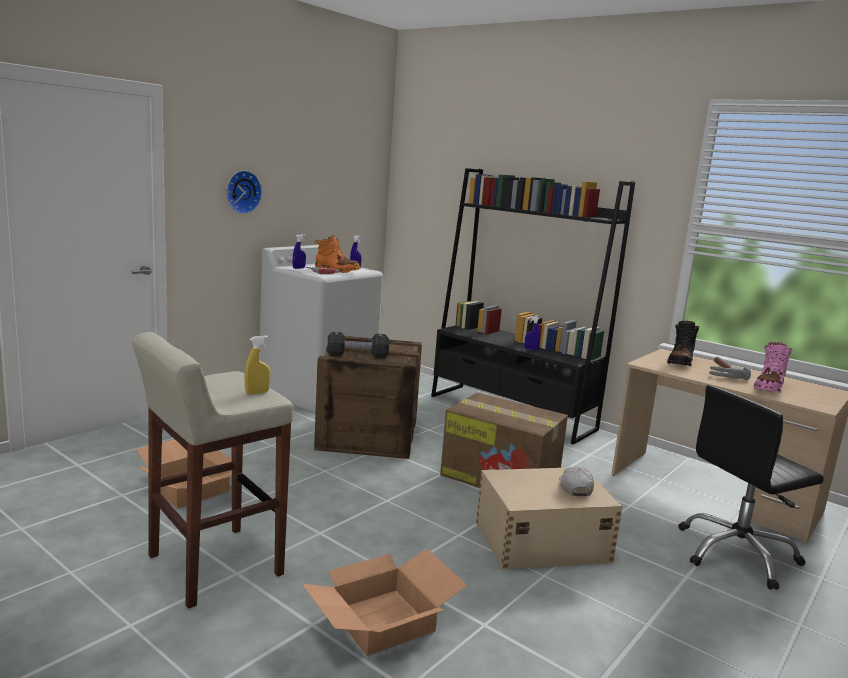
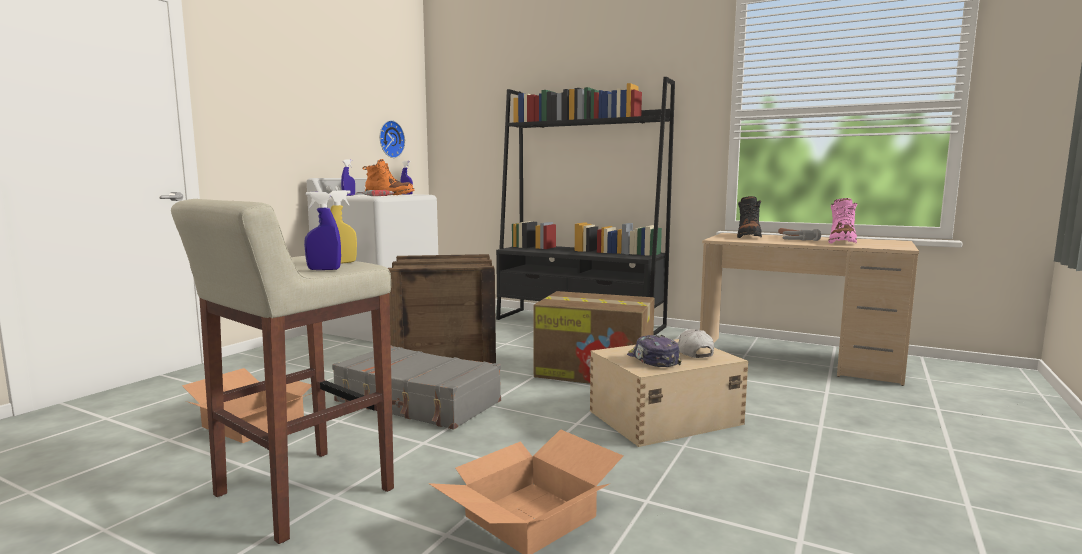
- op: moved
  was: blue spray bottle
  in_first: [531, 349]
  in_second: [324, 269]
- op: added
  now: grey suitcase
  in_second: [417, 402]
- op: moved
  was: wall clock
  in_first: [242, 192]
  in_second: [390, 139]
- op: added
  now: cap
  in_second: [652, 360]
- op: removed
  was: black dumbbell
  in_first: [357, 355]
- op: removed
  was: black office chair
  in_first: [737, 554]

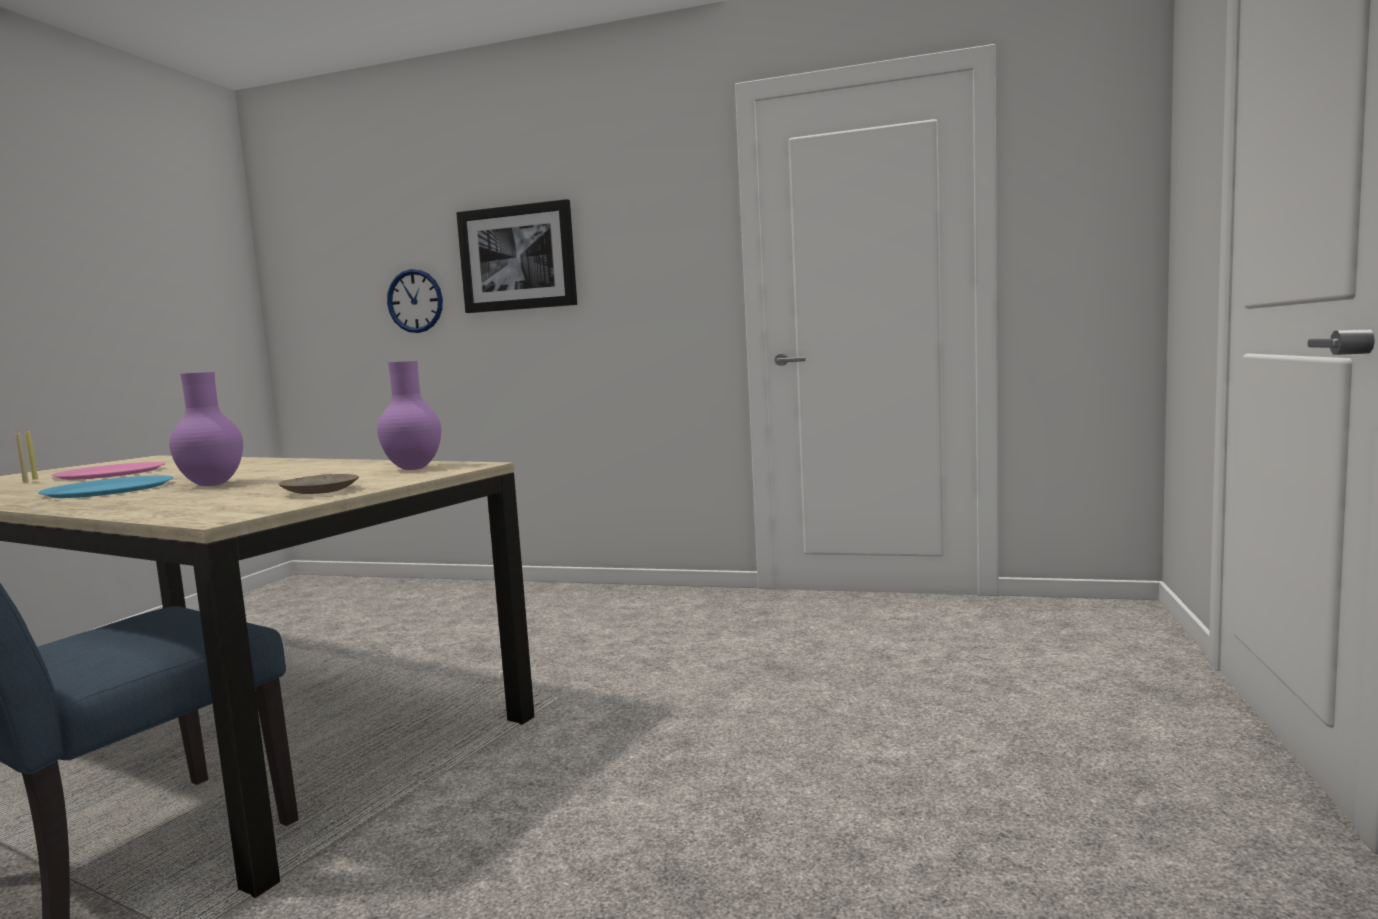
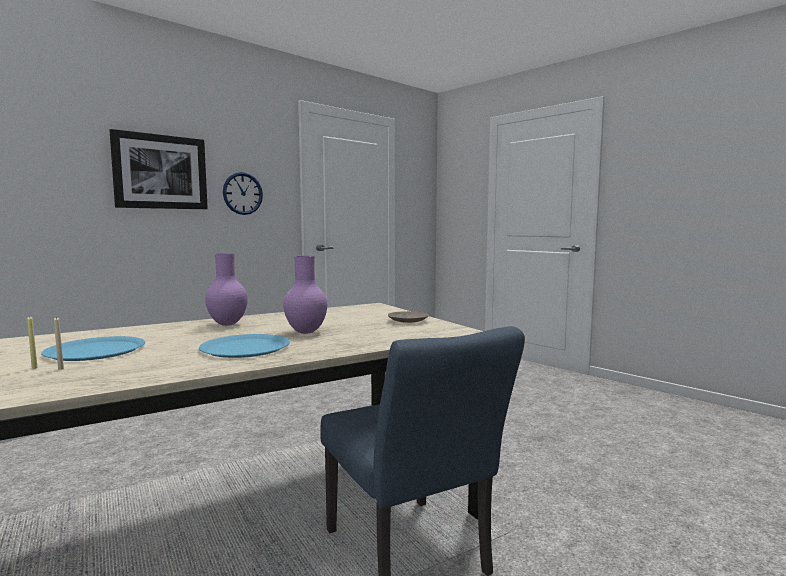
- op: recoloured
  was: pink plate
  now: blue plate
  in_first: [111, 473]
  in_second: [96, 350]
- op: moved
  was: purple vase
  in_first: [412, 469]
  in_second: [228, 324]
- op: moved
  was: wall clock
  in_first: [415, 301]
  in_second: [242, 193]

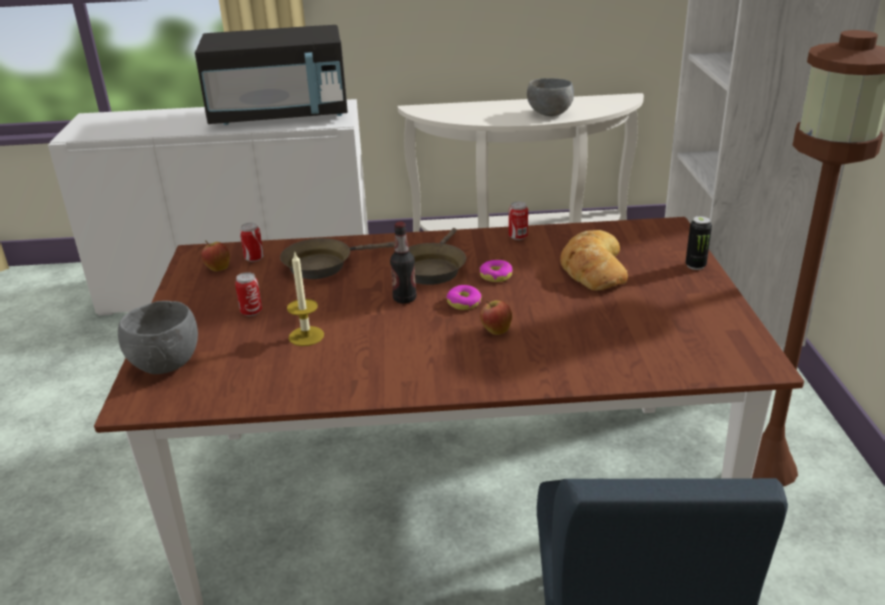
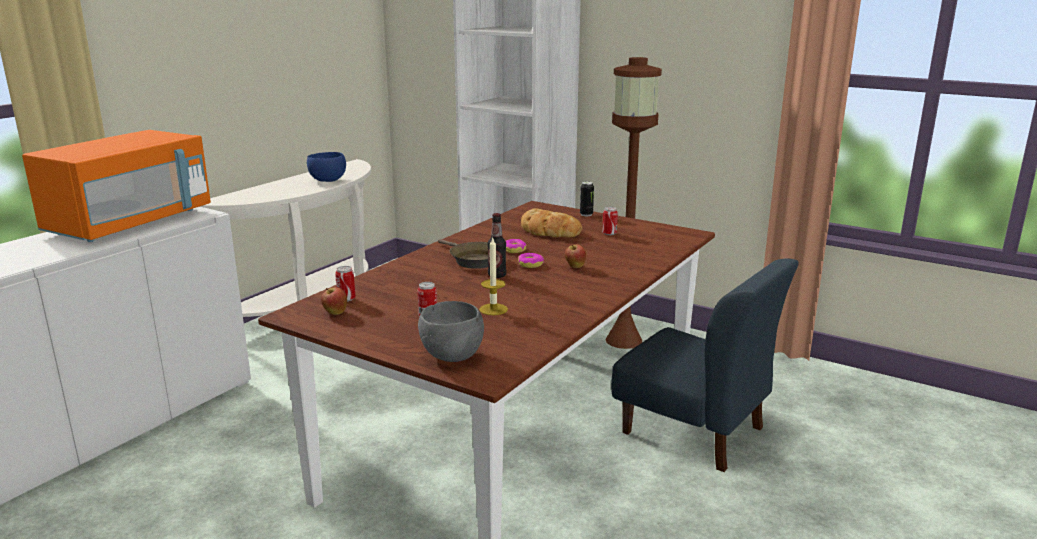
- op: recoloured
  was: black microwave
  now: orange microwave
  in_first: [280, 115]
  in_second: [131, 223]
- op: recoloured
  was: grey bowl
  now: blue bowl
  in_first: [550, 114]
  in_second: [328, 181]
- op: moved
  was: can
  in_first: [518, 237]
  in_second: [609, 233]
- op: removed
  was: brown frying pan
  in_first: [323, 265]

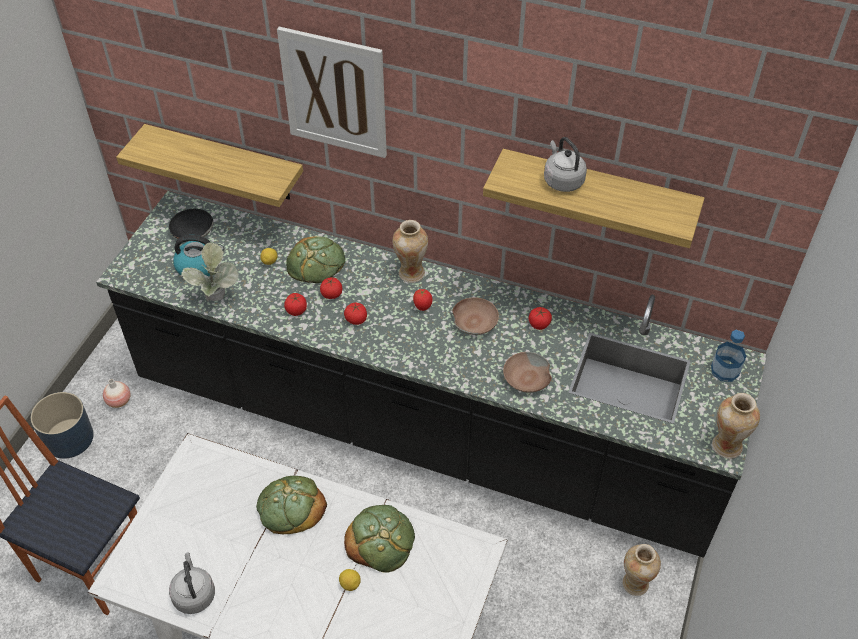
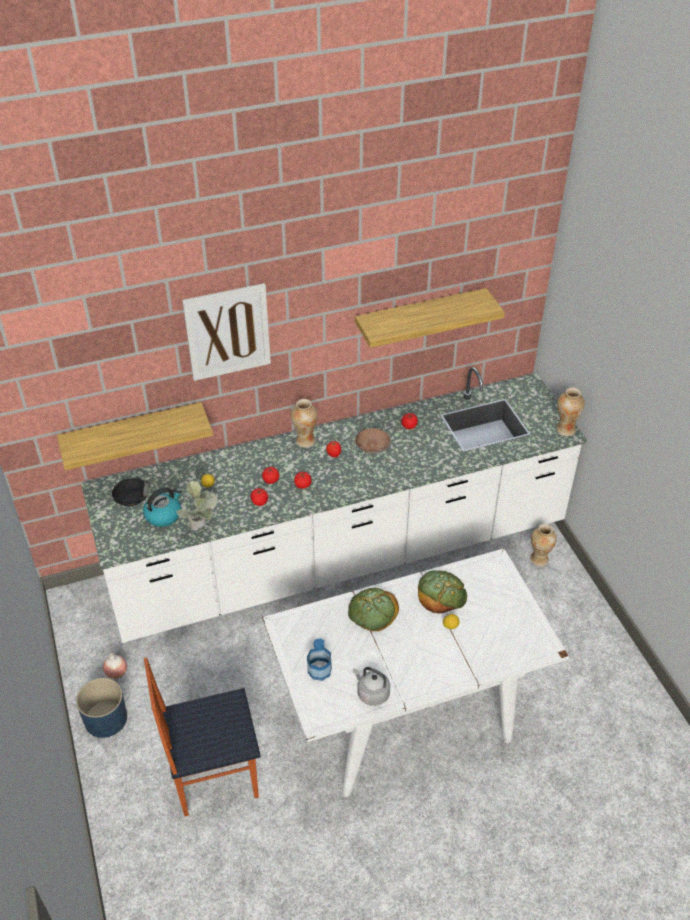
- op: recoloured
  was: black counter
  now: white counter
  in_first: [429, 429]
  in_second: [345, 554]
- op: moved
  was: bottle
  in_first: [725, 370]
  in_second: [319, 670]
- op: removed
  was: bread
  in_first: [316, 263]
- op: removed
  was: brown bowl
  in_first: [526, 379]
- op: removed
  was: grey kettle
  in_first: [562, 180]

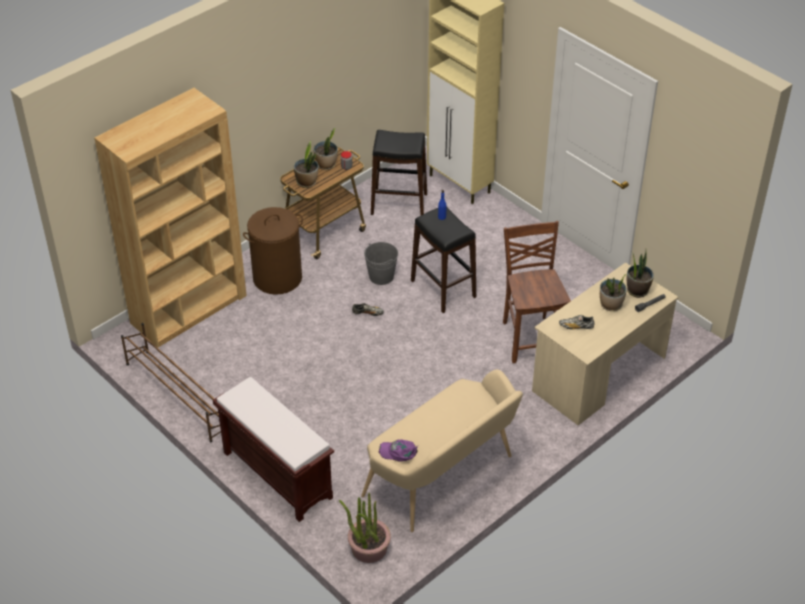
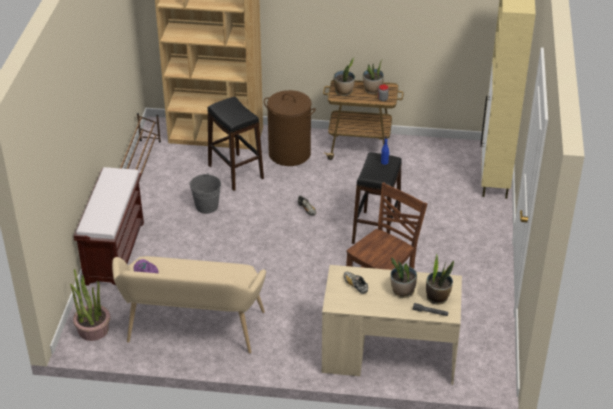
- op: moved
  was: grey bucket
  in_first: [381, 276]
  in_second: [207, 206]
- op: moved
  was: black stool
  in_first: [399, 204]
  in_second: [236, 172]

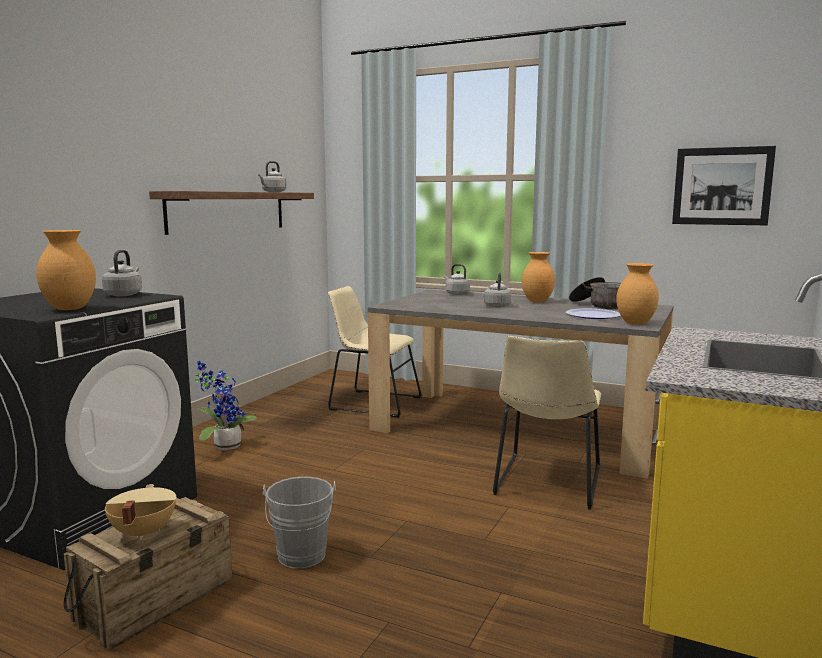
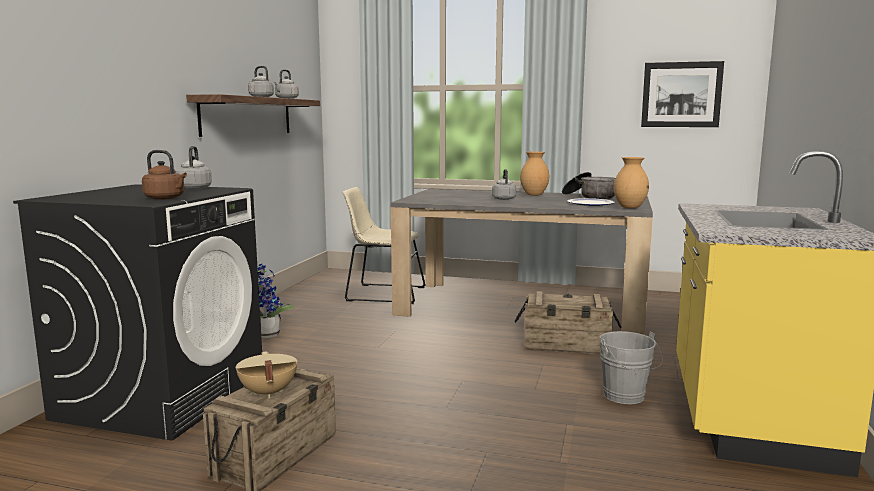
- op: replaced
  was: brown vase
  now: brown kettle
  in_first: [71, 309]
  in_second: [166, 198]
- op: moved
  was: grey kettle
  in_first: [456, 293]
  in_second: [260, 97]
- op: replaced
  was: beige chair
  now: crate
  in_first: [547, 483]
  in_second: [566, 345]
- op: moved
  was: grey bucket
  in_first: [301, 558]
  in_second: [626, 397]

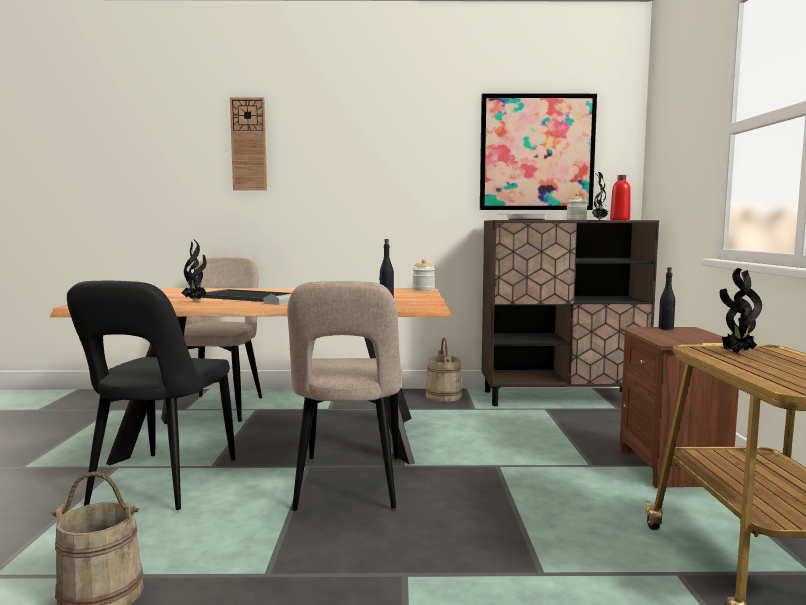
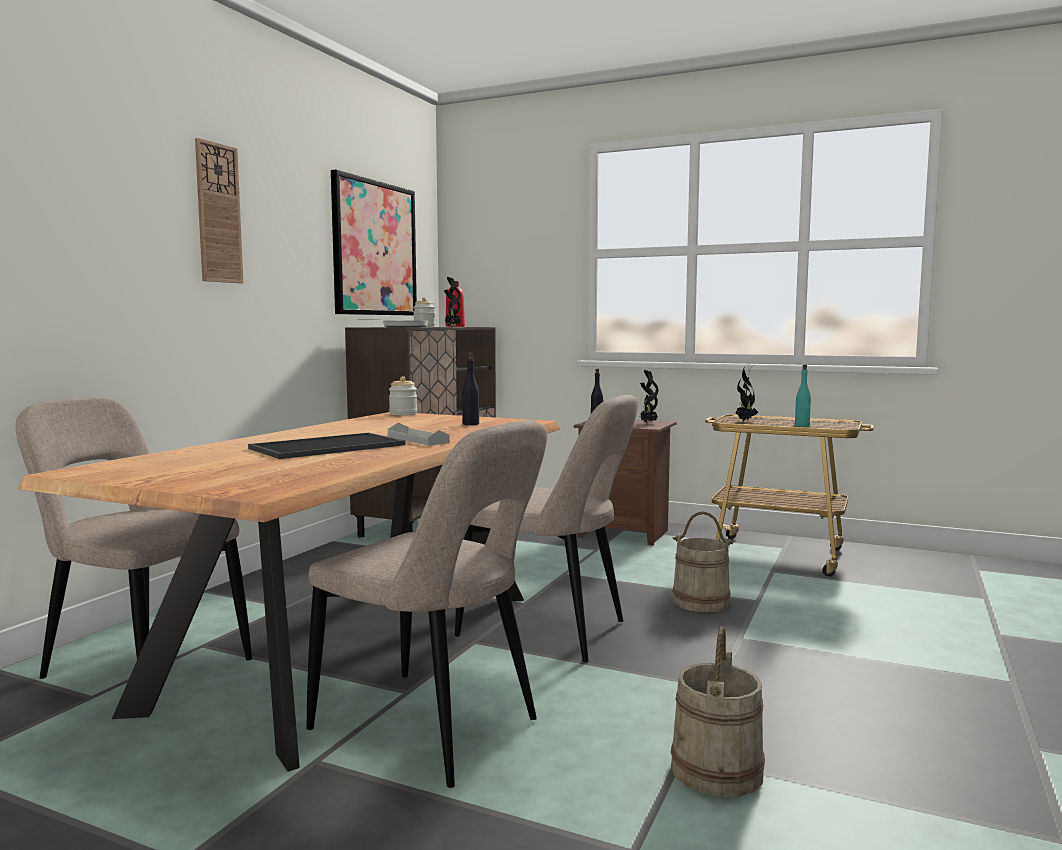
- op: moved
  was: wall clock
  in_first: [248, 144]
  in_second: [218, 213]
- op: recoloured
  was: black chair
  now: beige chair
  in_first: [160, 484]
  in_second: [433, 729]
- op: moved
  was: potted plant
  in_first: [196, 301]
  in_second: [648, 423]
- op: moved
  was: beige bucket
  in_first: [443, 396]
  in_second: [700, 602]
- op: added
  now: turquoise bottle
  in_second: [802, 426]

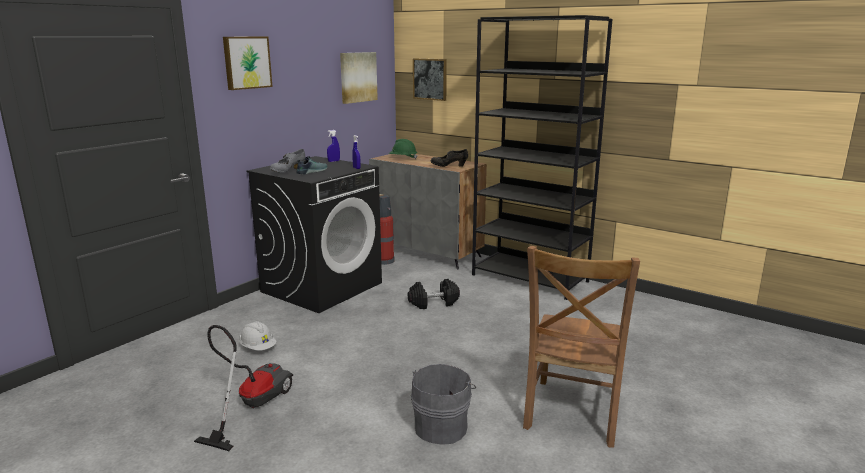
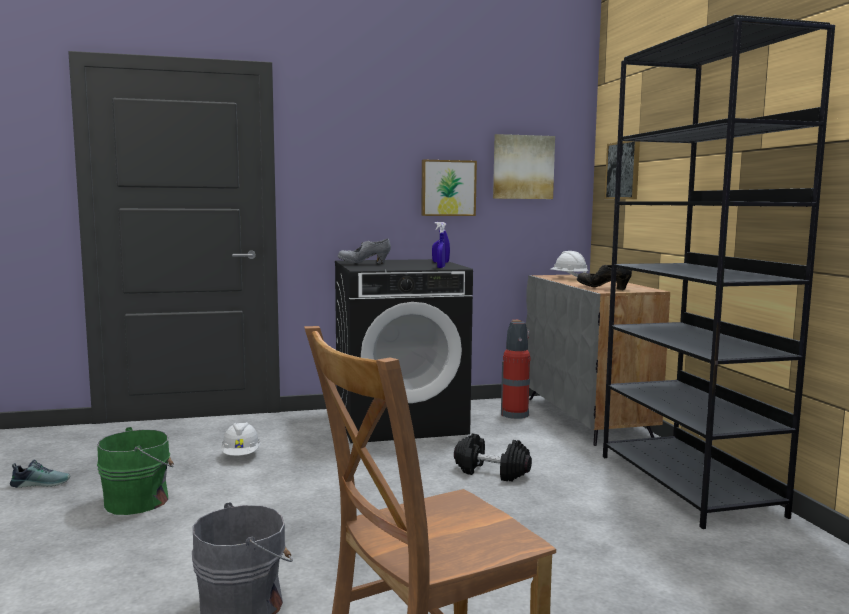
- op: moved
  was: shoe
  in_first: [311, 171]
  in_second: [41, 483]
- op: replaced
  was: vacuum cleaner
  now: green bucket
  in_first: [251, 405]
  in_second: [140, 501]
- op: moved
  was: picture
  in_first: [246, 62]
  in_second: [448, 188]
- op: recoloured
  was: green hard hat
  now: white hard hat
  in_first: [402, 158]
  in_second: [568, 278]

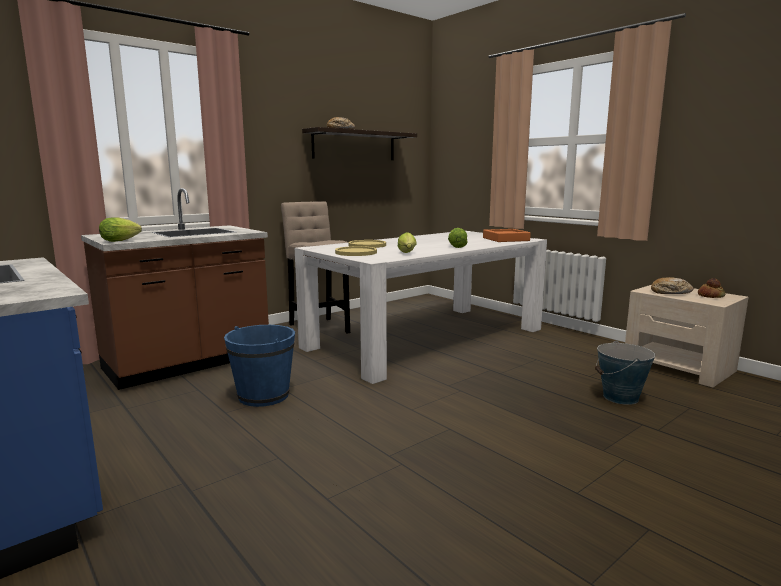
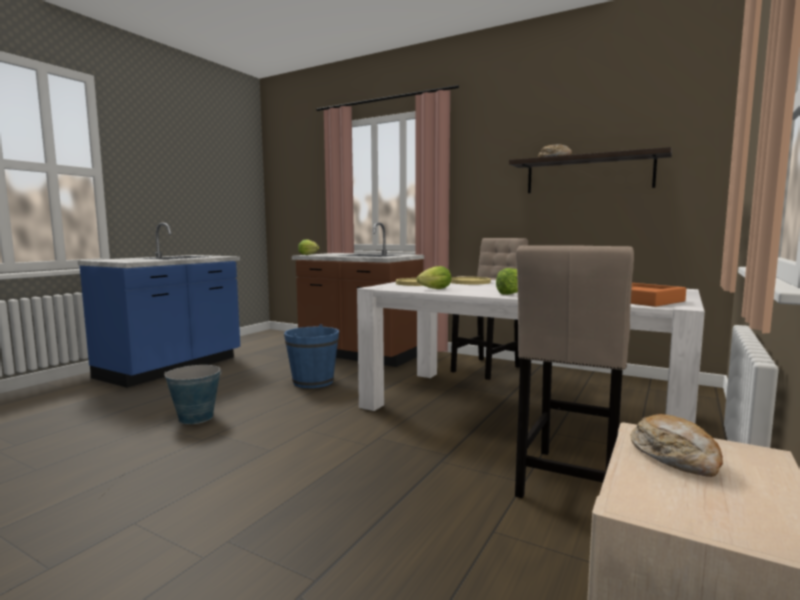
- op: moved
  was: bucket
  in_first: [620, 397]
  in_second: [195, 418]
- op: added
  now: beige stool
  in_second: [568, 484]
- op: removed
  was: bread
  in_first: [710, 296]

